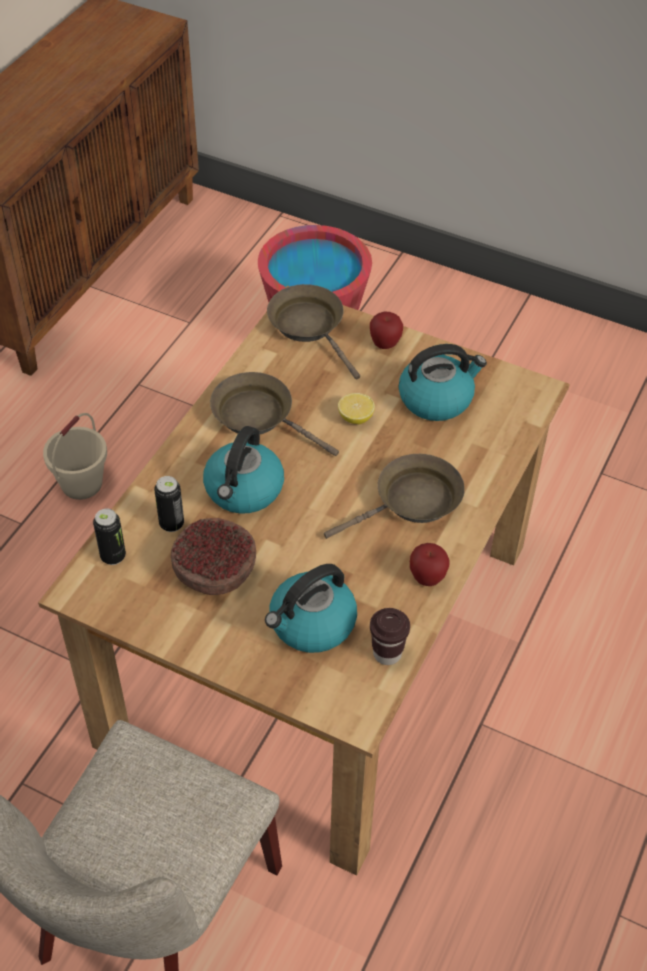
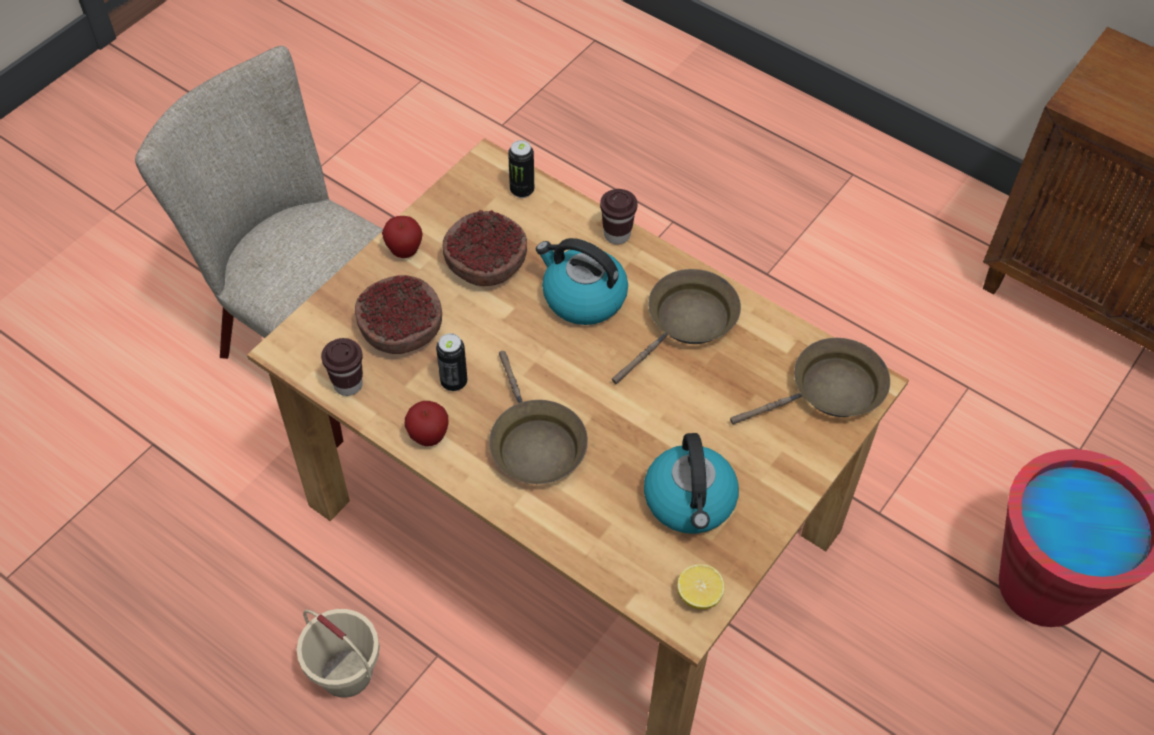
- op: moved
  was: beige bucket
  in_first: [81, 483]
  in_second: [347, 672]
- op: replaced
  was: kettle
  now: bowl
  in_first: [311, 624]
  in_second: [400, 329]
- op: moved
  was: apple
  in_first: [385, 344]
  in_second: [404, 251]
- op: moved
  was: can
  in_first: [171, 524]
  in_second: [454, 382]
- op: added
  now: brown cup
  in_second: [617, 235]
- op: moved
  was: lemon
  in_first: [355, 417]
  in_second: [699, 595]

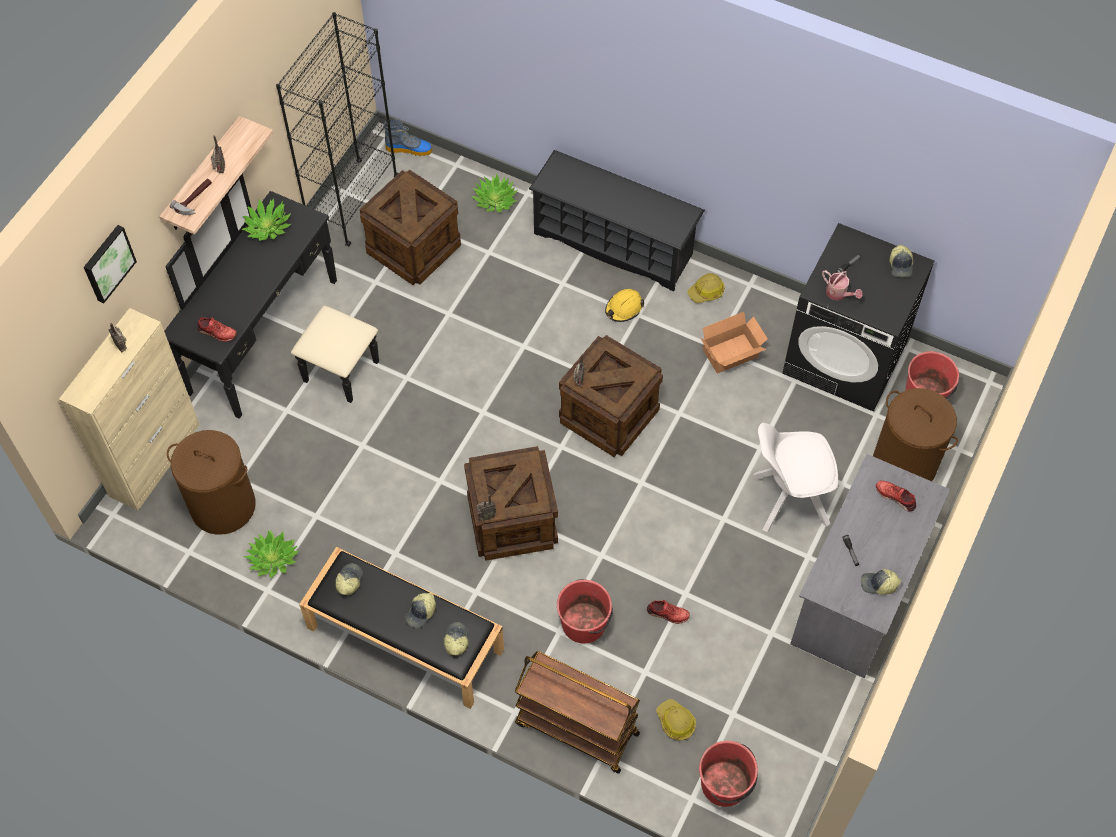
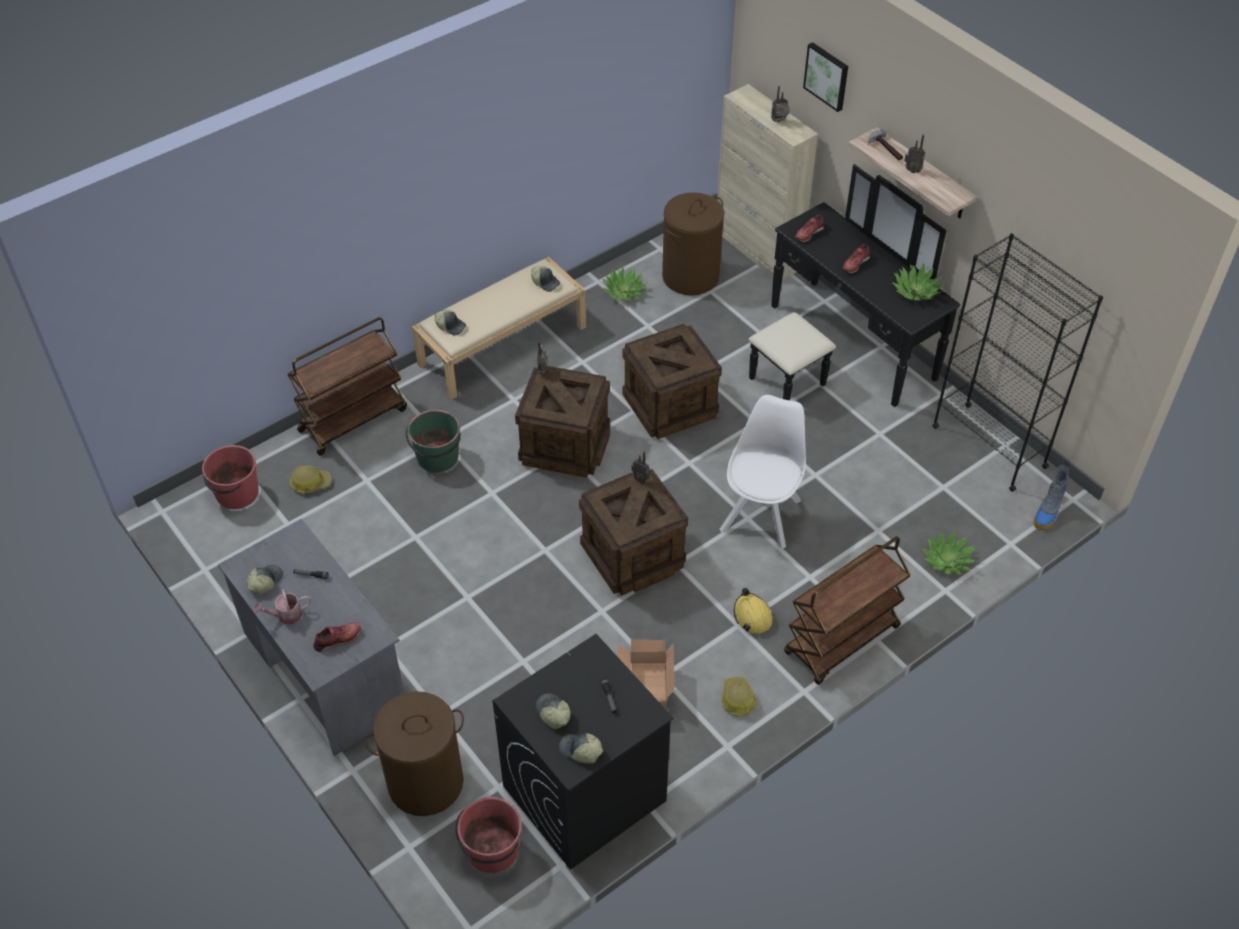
- op: moved
  was: watering can
  in_first: [839, 294]
  in_second: [286, 615]
- op: recoloured
  was: red bucket
  now: green bucket
  in_first: [584, 623]
  in_second: [437, 458]
- op: recoloured
  was: black bench
  now: beige bench
  in_first: [403, 639]
  in_second: [503, 344]
- op: moved
  was: cap
  in_first: [421, 613]
  in_second: [552, 713]
- op: moved
  was: crate
  in_first: [413, 247]
  in_second: [671, 405]
- op: moved
  was: white chair
  in_first: [787, 499]
  in_second: [762, 513]
- op: replaced
  was: black shoe rack
  now: brown cart
  in_first: [614, 244]
  in_second: [842, 641]
- op: moved
  was: red shoe
  in_first: [667, 614]
  in_second: [855, 263]

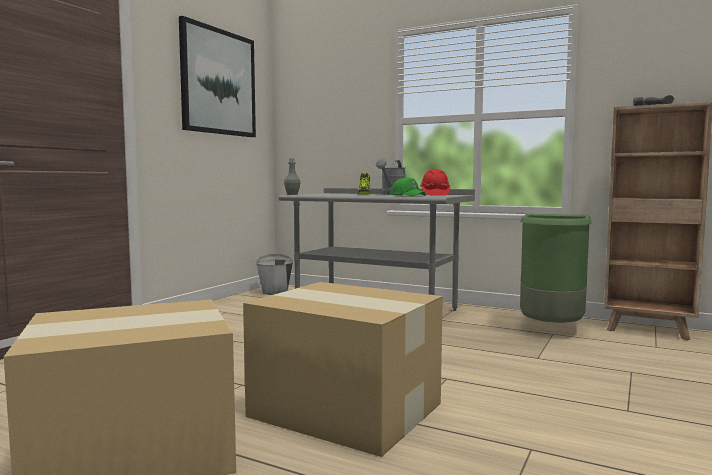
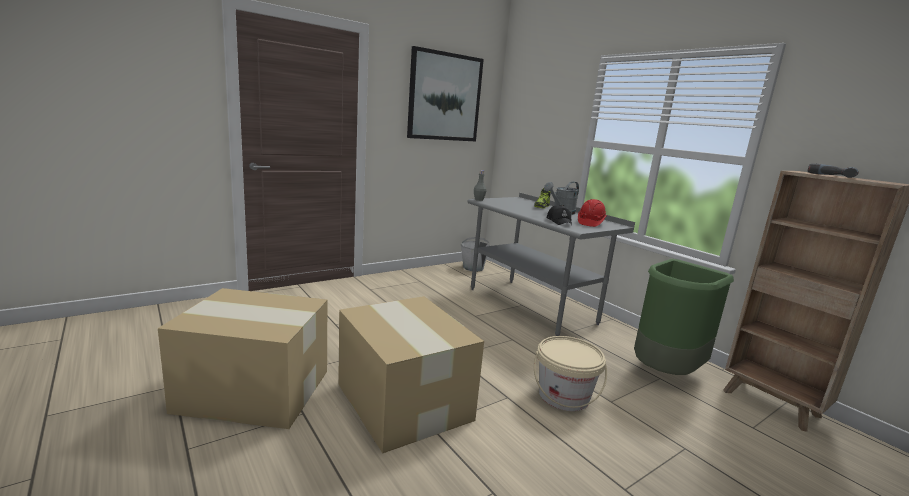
- op: added
  now: beige bucket
  in_second: [563, 396]
- op: recoloured
  was: green cap
  now: black cap
  in_first: [407, 196]
  in_second: [559, 221]

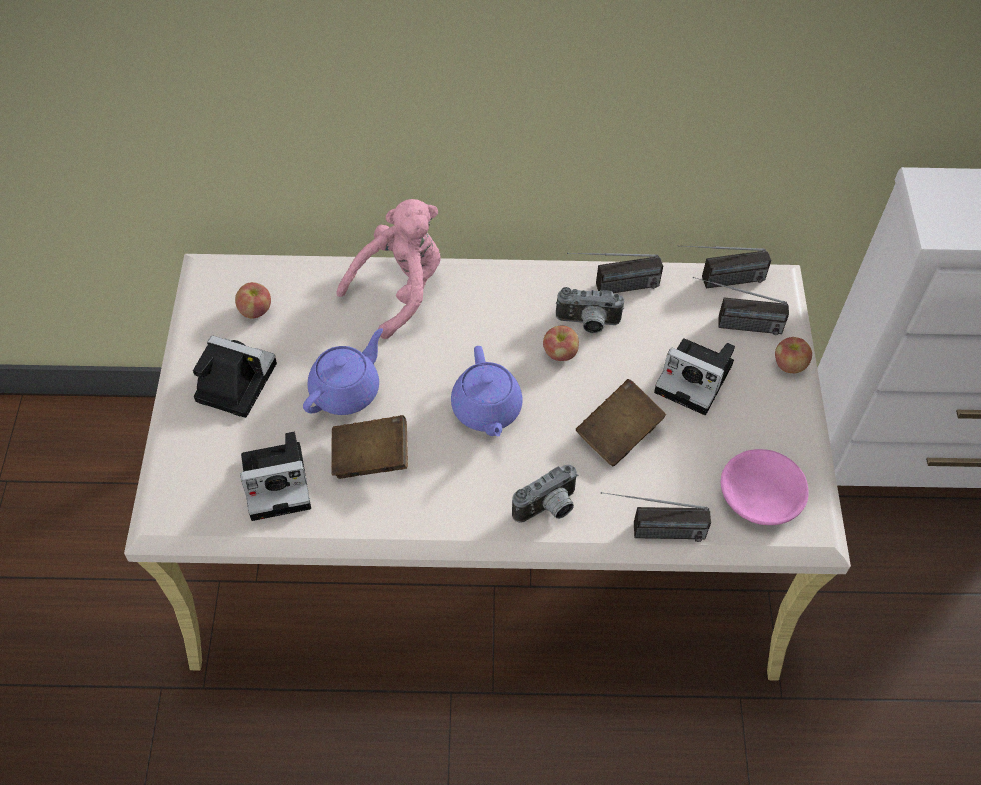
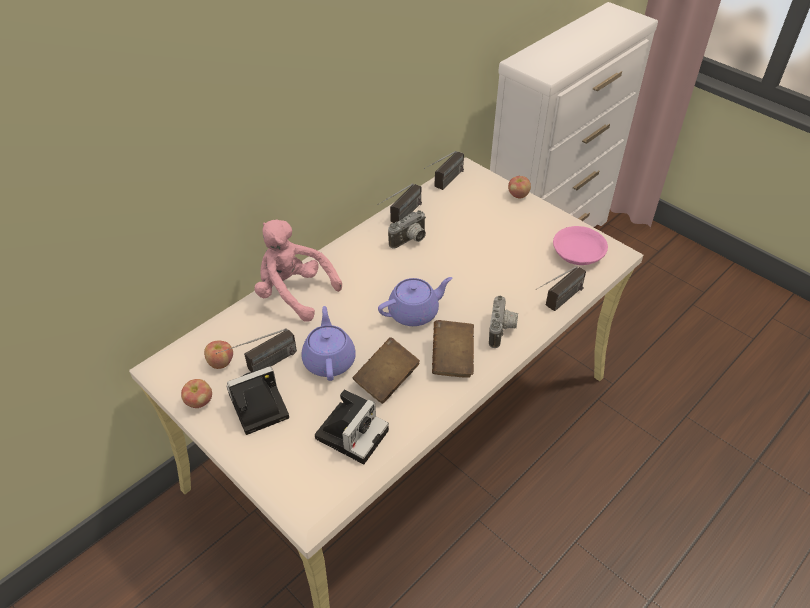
- op: moved
  was: apple
  in_first: [560, 353]
  in_second: [199, 402]
- op: moved
  was: radio
  in_first: [732, 324]
  in_second: [261, 367]
- op: turned
  was: pink plush toy
  in_first: [400, 290]
  in_second: [294, 293]
  clockwise: -60
- op: turned
  was: purple teapot
  in_first: [486, 410]
  in_second: [414, 312]
  clockwise: -60
- op: moved
  was: brown book
  in_first: [618, 434]
  in_second: [452, 358]
- op: removed
  was: photo camera
  in_first: [697, 379]

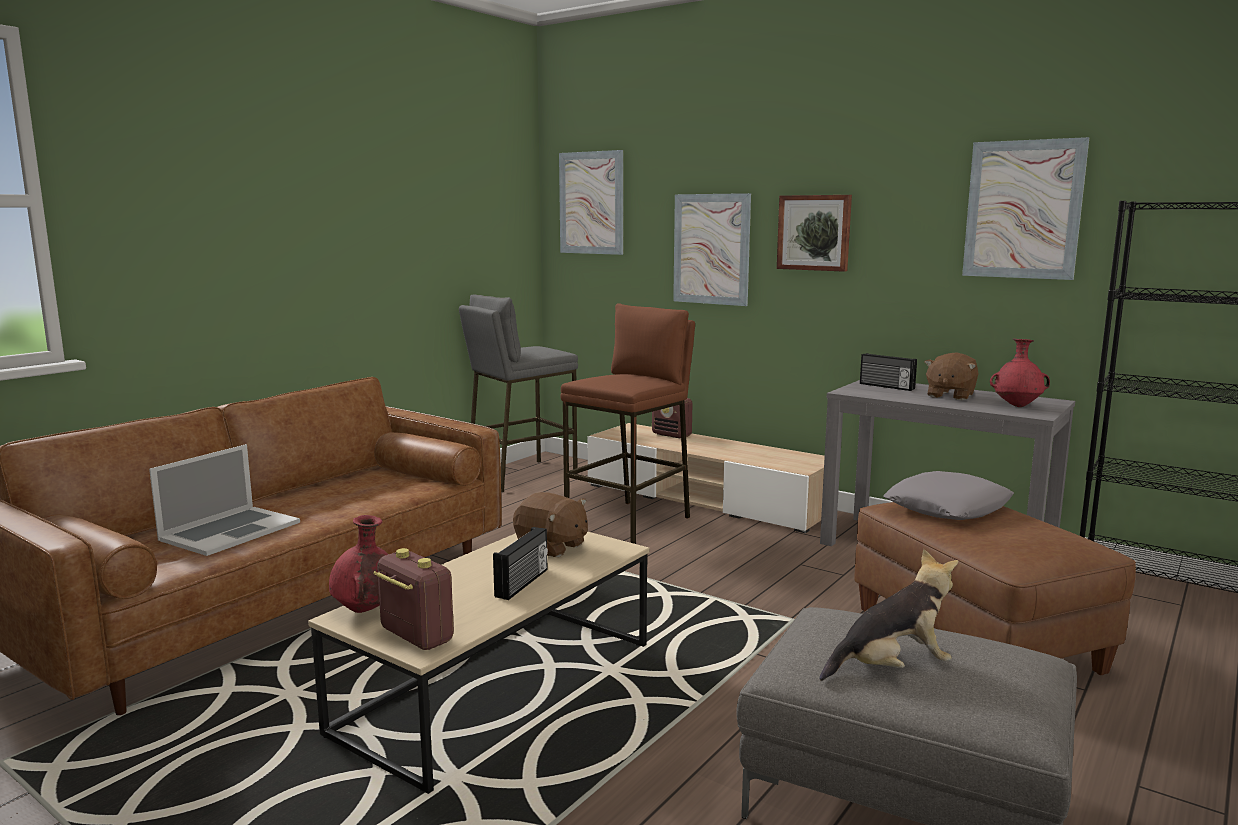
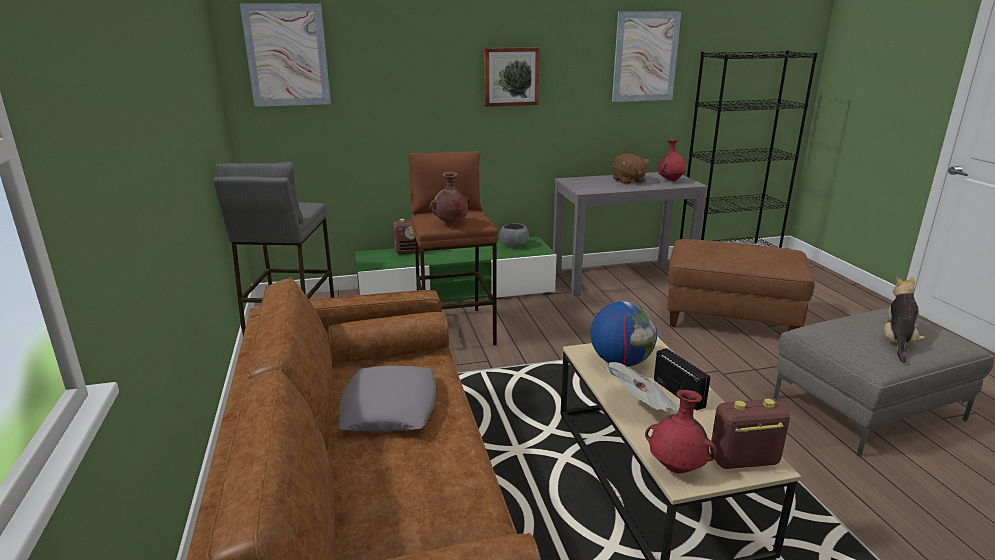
- op: moved
  was: grey pillow
  in_first: [947, 507]
  in_second: [389, 407]
- op: recoloured
  was: beige tv stand
  now: green tv stand
  in_first: [706, 499]
  in_second: [456, 292]
- op: added
  now: brown vase
  in_second: [450, 223]
- op: added
  now: grey bowl
  in_second: [514, 245]
- op: replaced
  was: brown plush toy
  now: globe
  in_first: [551, 547]
  in_second: [621, 362]
- op: added
  now: newspaper
  in_second: [642, 405]
- op: removed
  was: laptop
  in_first: [230, 531]
- op: removed
  was: picture
  in_first: [711, 249]
- op: removed
  was: radio
  in_first: [886, 386]

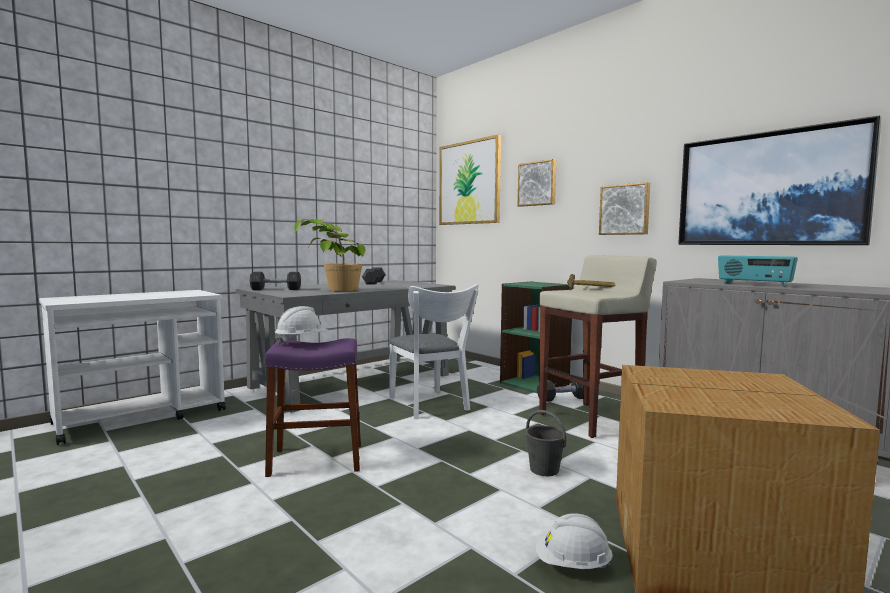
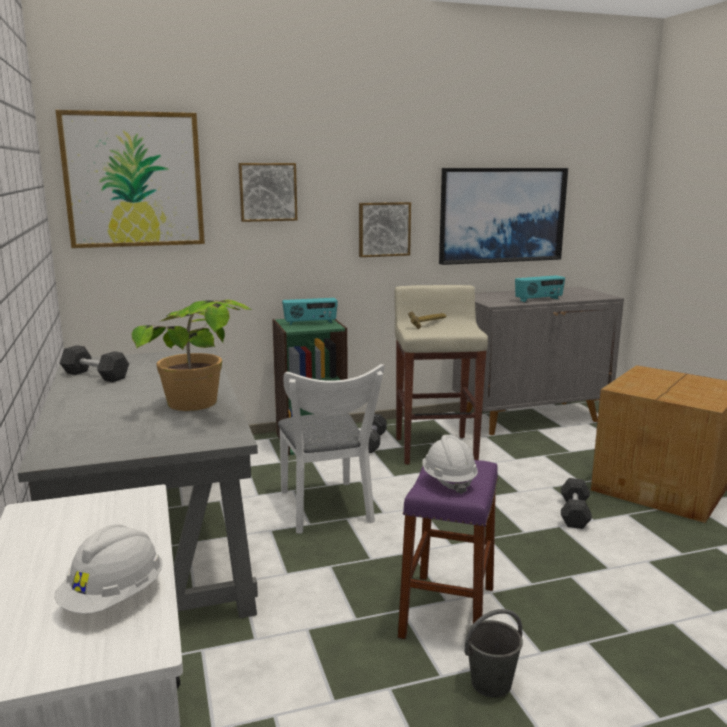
- op: moved
  was: white hard hat
  in_first: [572, 565]
  in_second: [114, 598]
- op: turned
  was: white chair
  in_first: [430, 405]
  in_second: [327, 510]
  clockwise: 75
- op: added
  now: radio
  in_second: [310, 323]
- op: moved
  was: grey bucket
  in_first: [545, 470]
  in_second: [491, 683]
- op: moved
  was: grey dumbbell
  in_first: [276, 289]
  in_second: [574, 513]

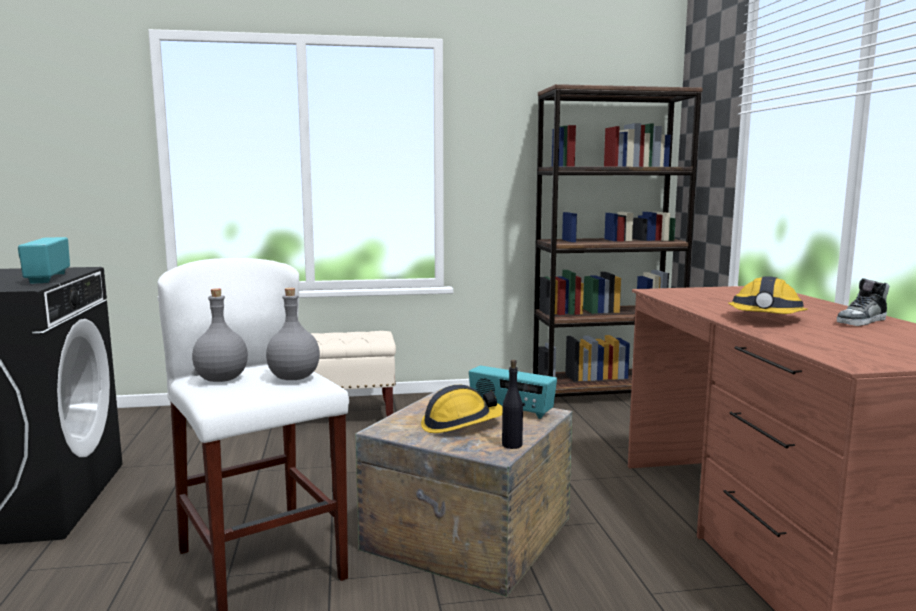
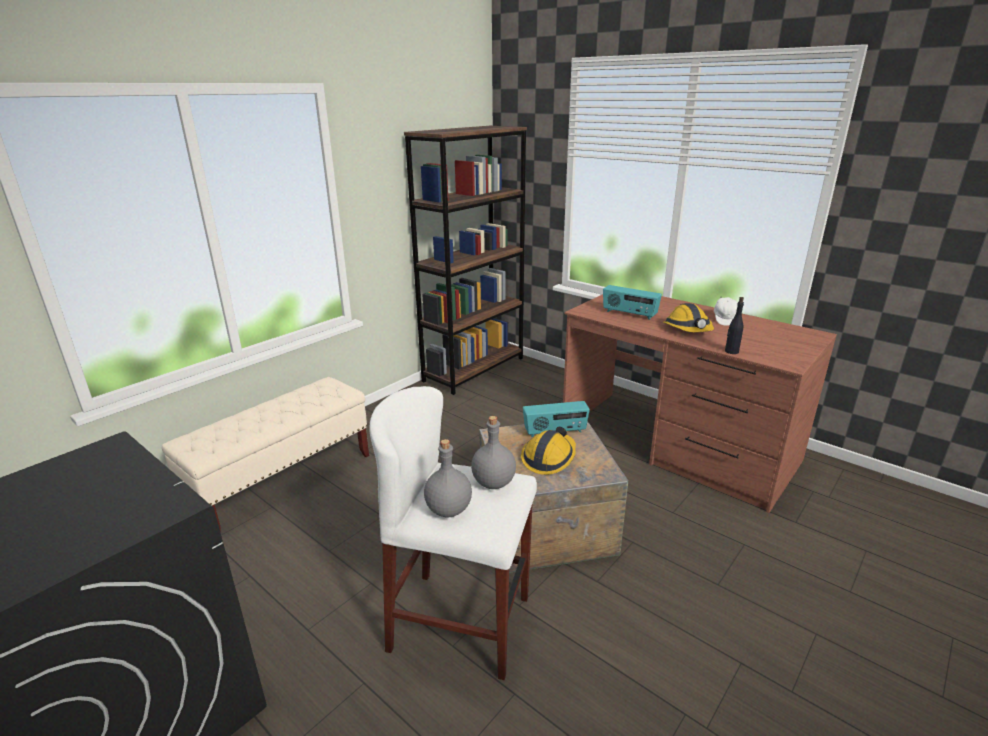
- op: moved
  was: radio
  in_first: [47, 278]
  in_second: [629, 314]
- op: replaced
  was: shoe
  now: white cap
  in_first: [861, 321]
  in_second: [725, 319]
- op: moved
  was: black bottle
  in_first: [511, 445]
  in_second: [731, 351]

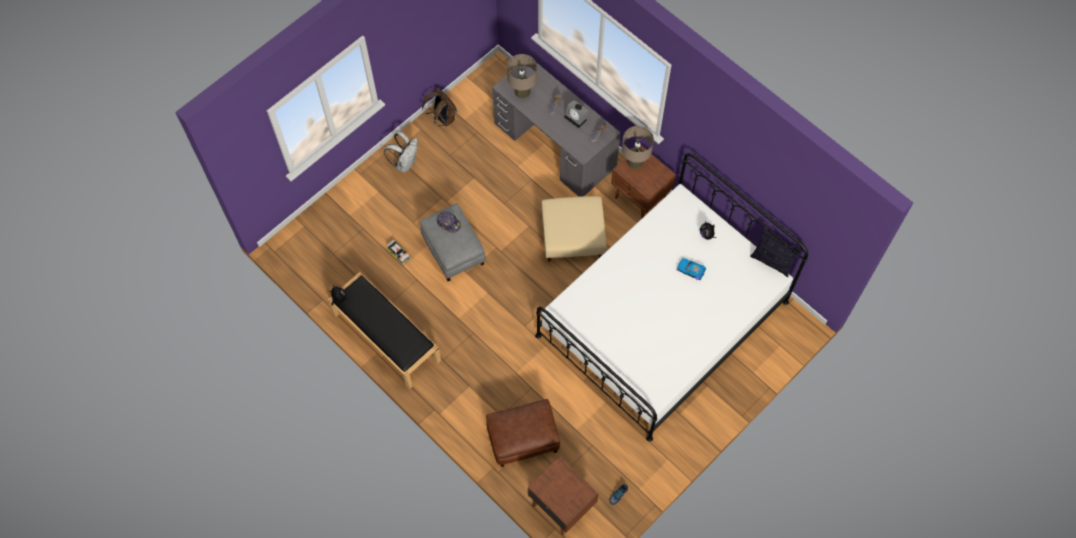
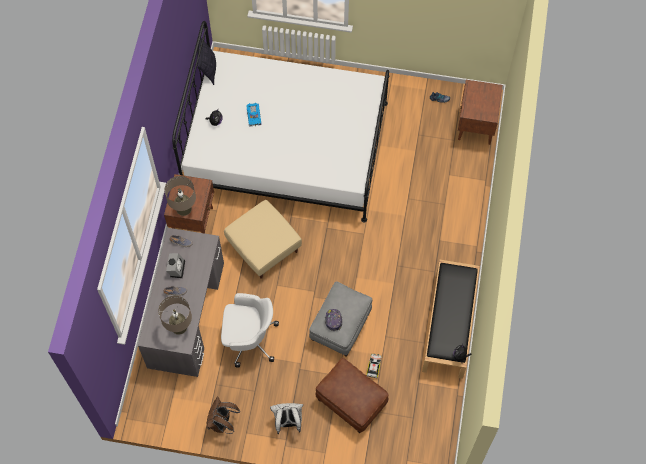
- op: added
  now: white office chair
  in_second: [249, 339]
- op: moved
  was: brown ottoman
  in_first: [523, 438]
  in_second: [351, 401]

